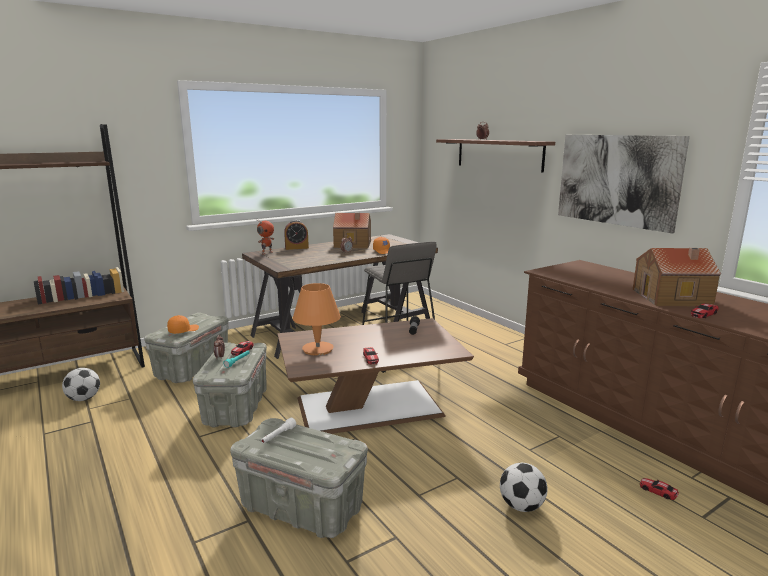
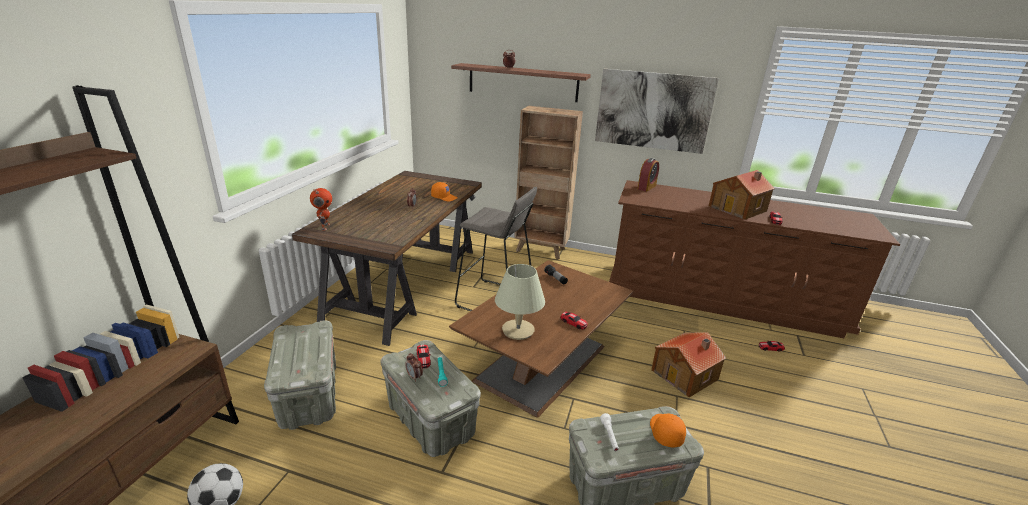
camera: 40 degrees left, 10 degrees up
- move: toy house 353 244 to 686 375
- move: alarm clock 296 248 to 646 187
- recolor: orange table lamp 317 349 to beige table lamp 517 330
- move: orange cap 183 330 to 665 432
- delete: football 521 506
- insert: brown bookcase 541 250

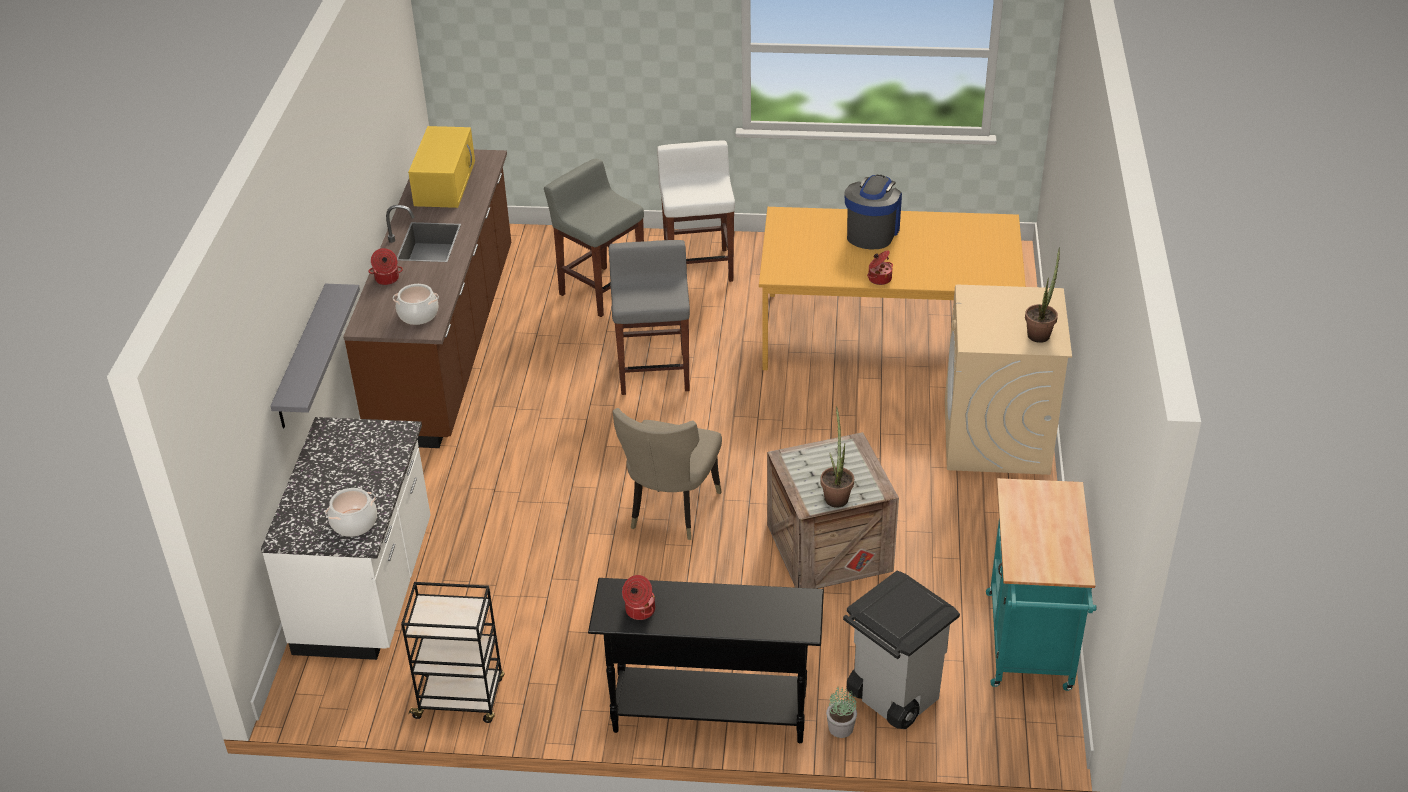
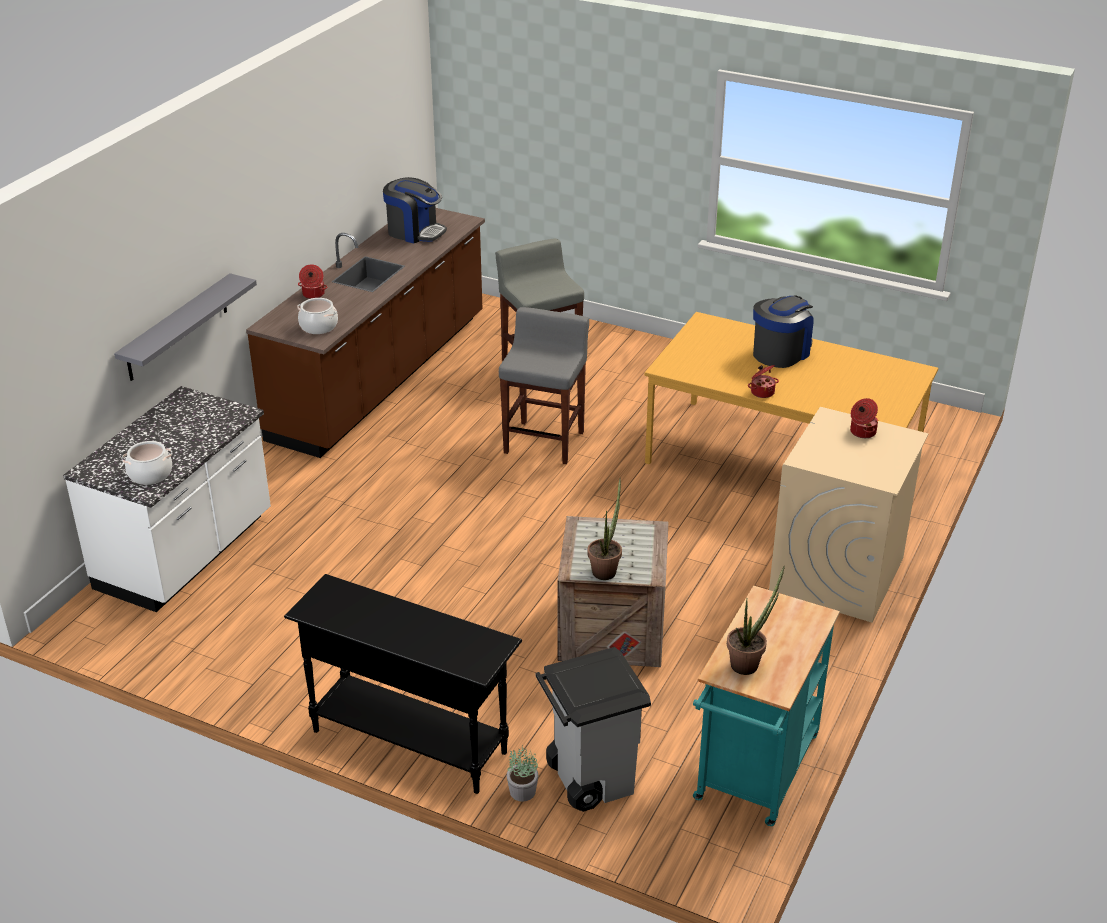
camera: 20 degrees right, 5 degrees down
- replace: yellow microwave 444 182 to coffee machine 415 232
- delete: white stool 698 266
- move: potted plant 1040 333 to 748 662
- delete: beige chair 670 511
- move: cooking pot 639 610 to 862 432
- delete: black cart 461 698

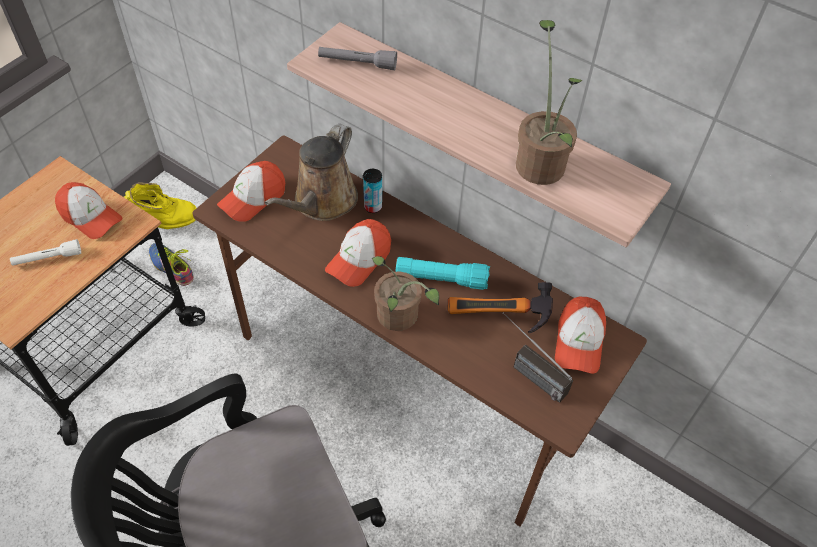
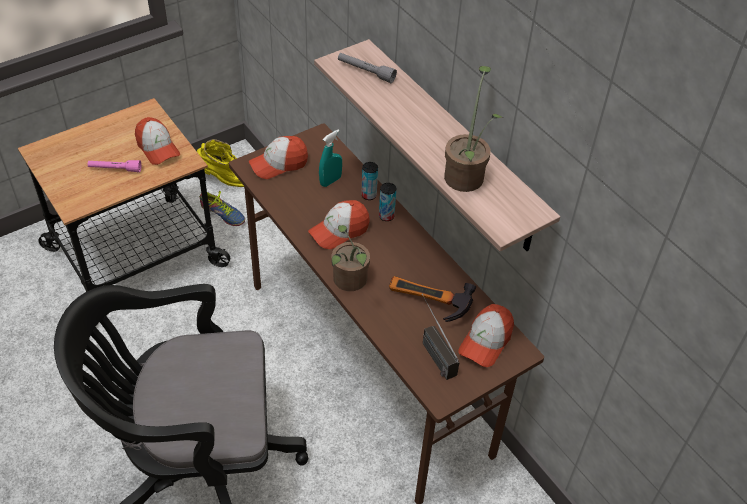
camera: 20 degrees right, 5 degrees down
- replace: brown watering can 322 202 to turquoise spray bottle 330 181
- recolor: white flashlight 48 258 to pink flashlight 115 169
- rotate: shoe 173 265 = 222 215 150 degrees clockwise
- delete: turquoise flashlight 441 279
- insert: can 386 216

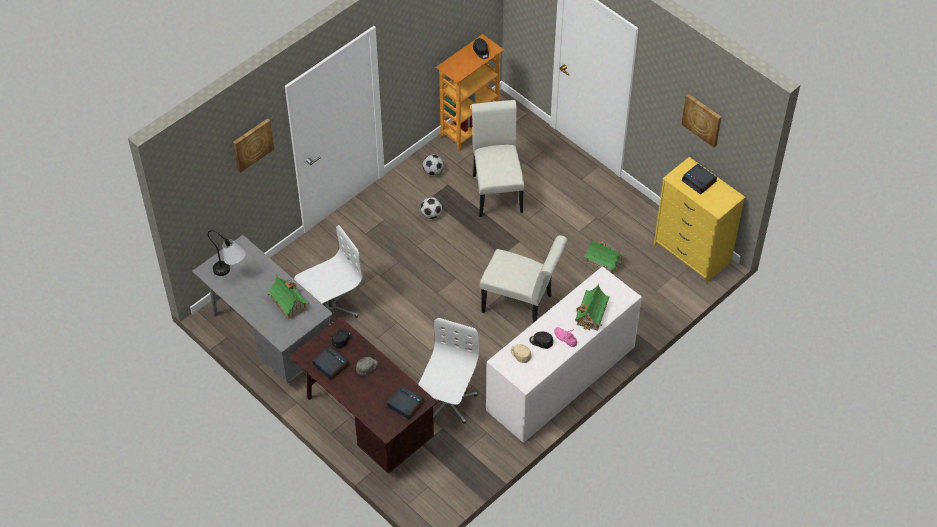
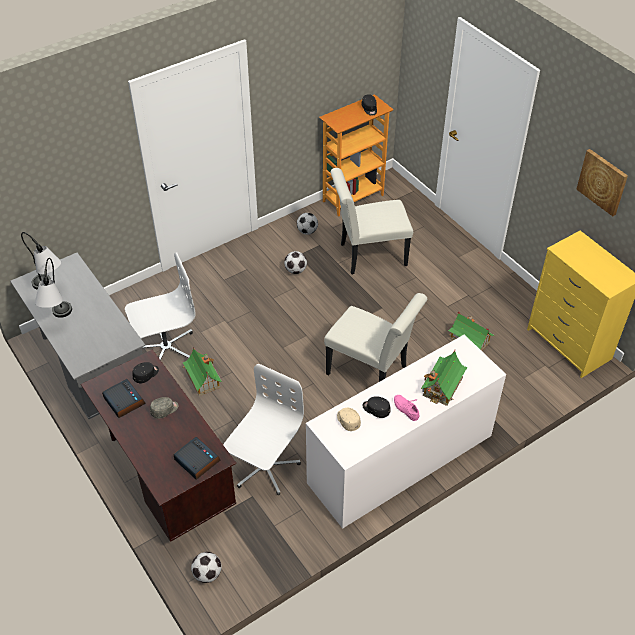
camera: 10 degrees right, 5 degrees down
- rotate: white chair 496 189 = 368 255 105 degrees counterclockwise
- delete: picture 252 144
- delete: alarm clock 699 181
- move: toy house 288 303 to 203 379
- insert: table lamp 58 320
- insert: football 207 574

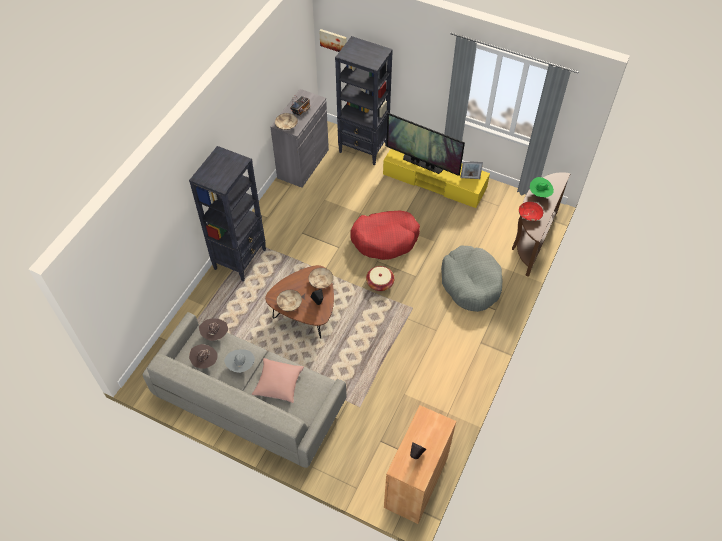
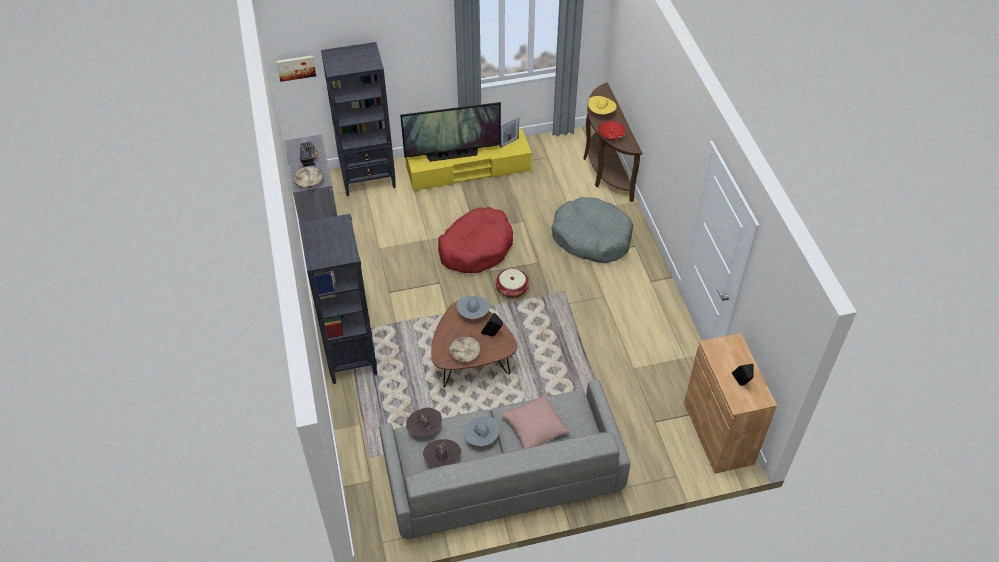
camera: 40 degrees left, 5 degrees down
- recolor: green hat 539 194 to yellow hat 601 113
- replace: beige bowl 321 281 to grey hat 473 314

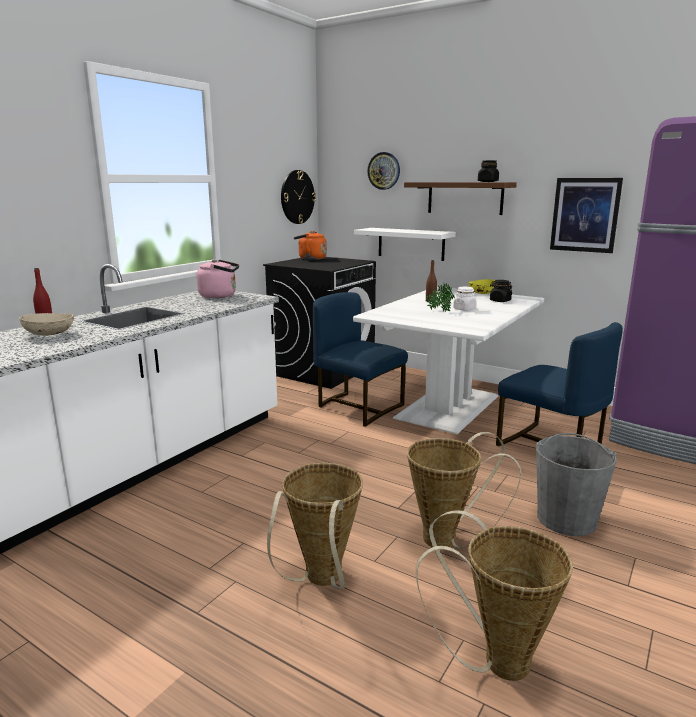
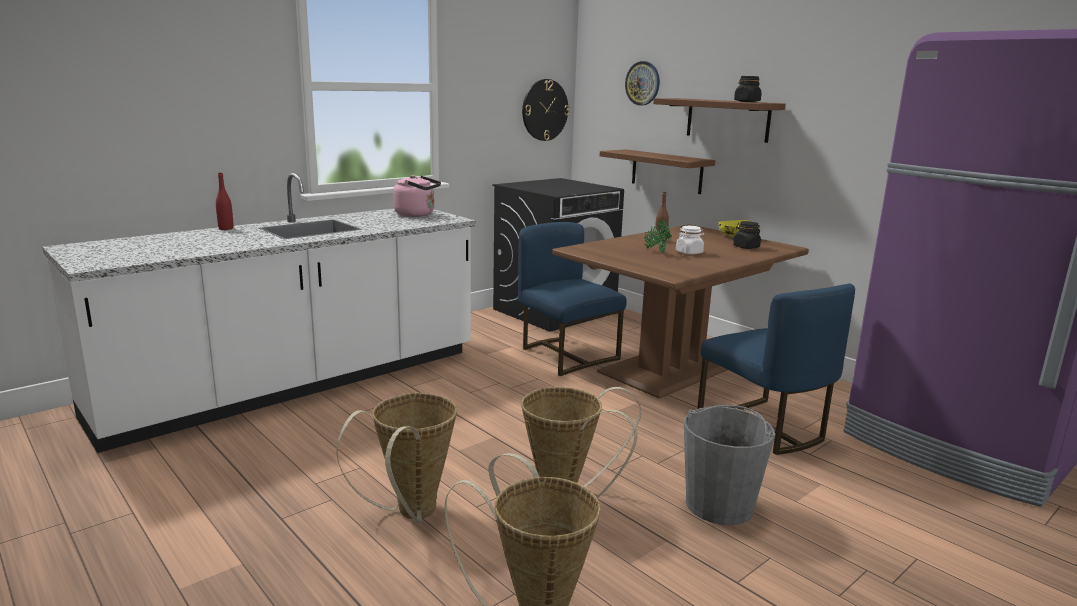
camera: 15 degrees right, 0 degrees up
- delete: picture 585 215
- recolor: white shelf 411 244 to brown shelf 666 171
- delete: orange kettle 310 259
- recolor: white dining table 449 407 to brown dining table 672 368
- delete: beige bowl 50 334

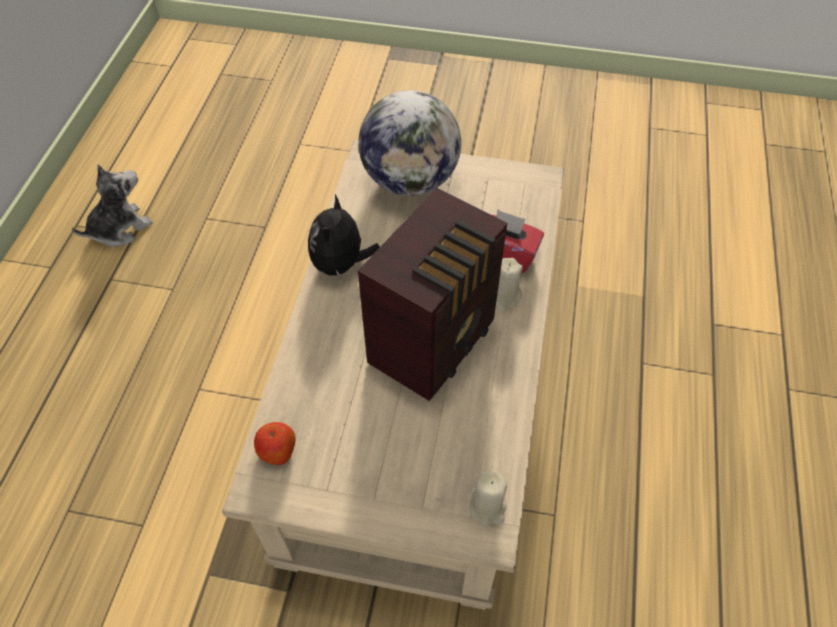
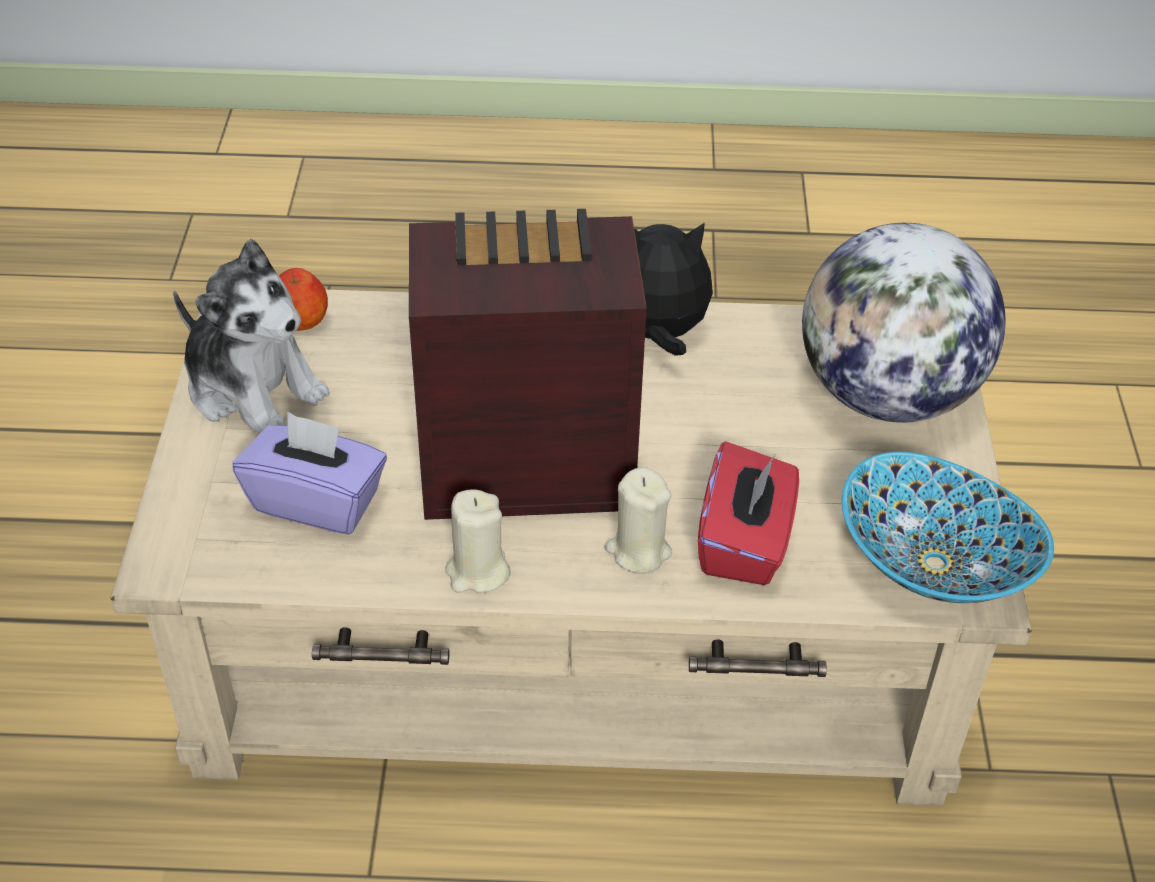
camera: 80 degrees right, 10 degrees down
- move: plush toy 120 228 to 253 389
- rotate: radio 435 341 = 521 466 150 degrees clockwise
- move: beige candle 488 507 to 477 572
- insert: purple tissue box 317 501
- insert: bowl 935 563

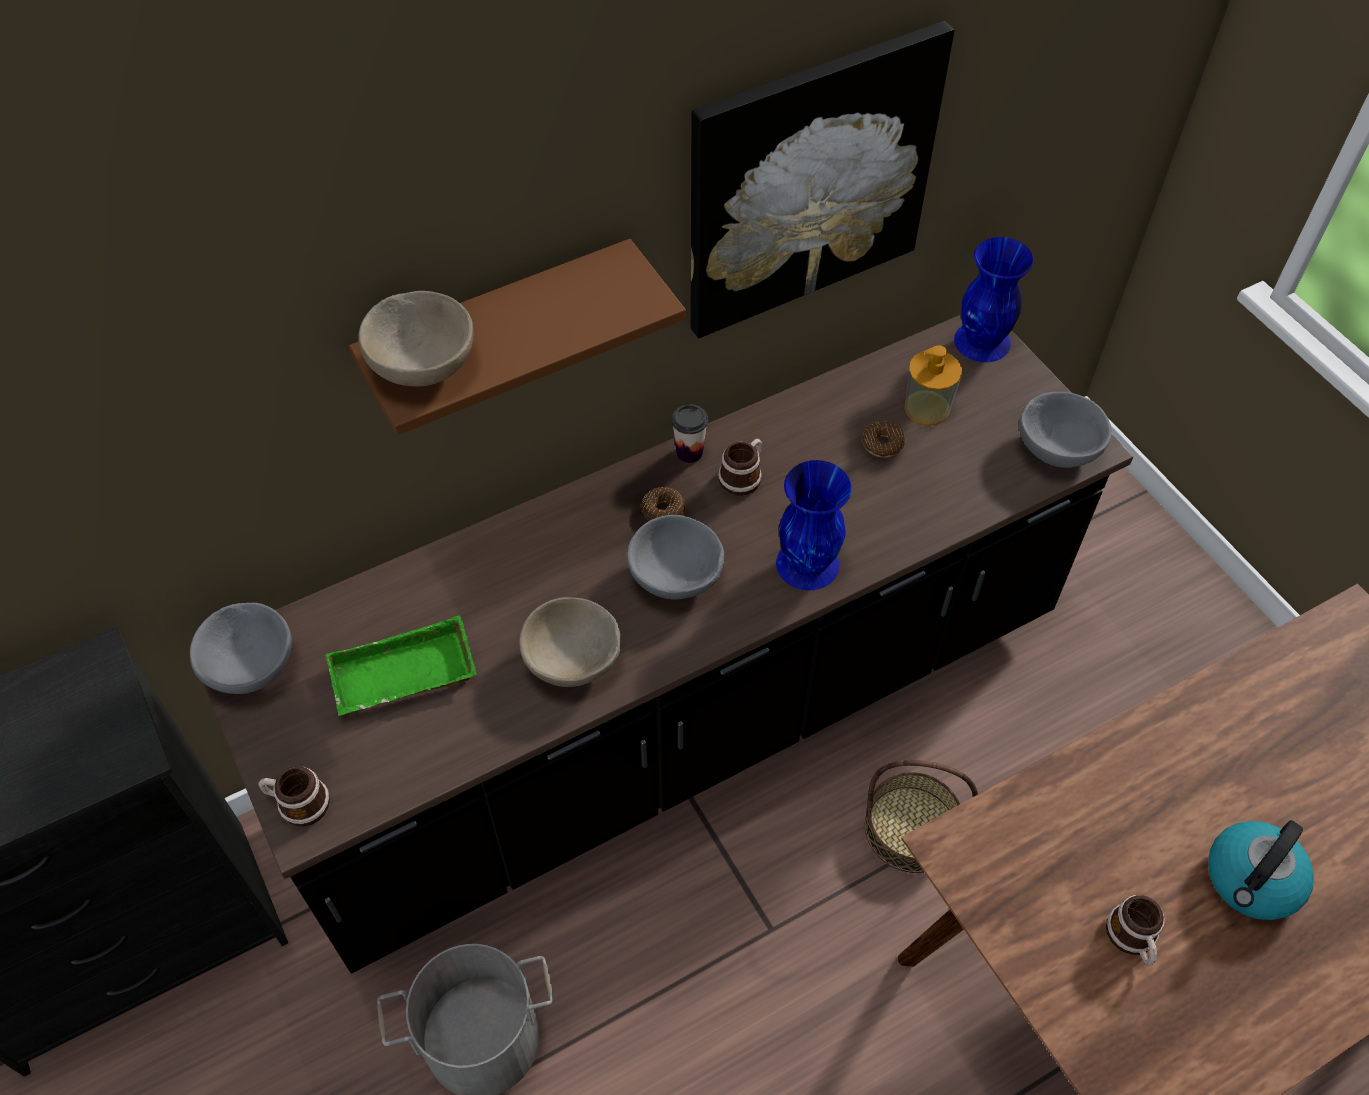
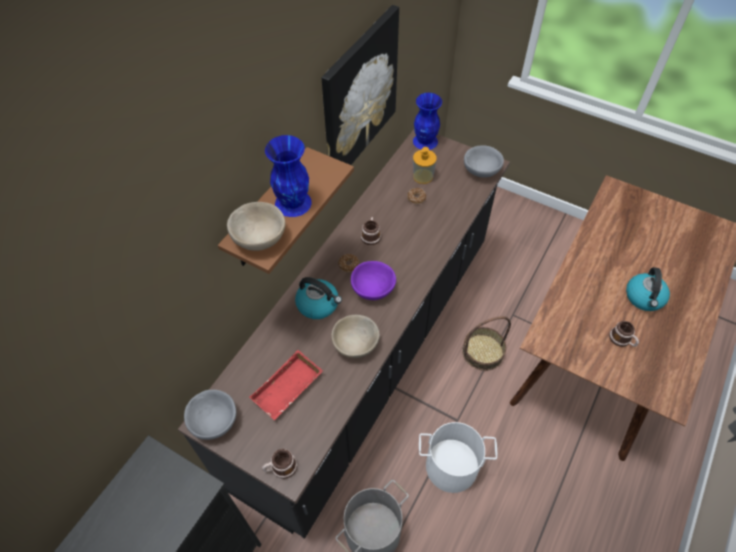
camera: 30 degrees left, 0 degrees up
- delete: cup 689 452
- move: blue vase 808 563 to 293 202
- recolor: grey bowl 674 577 to purple bowl 373 289
- recolor: green tray 402 677 to red tray 288 389
- insert: kettle 318 304
- insert: white bucket 451 465

